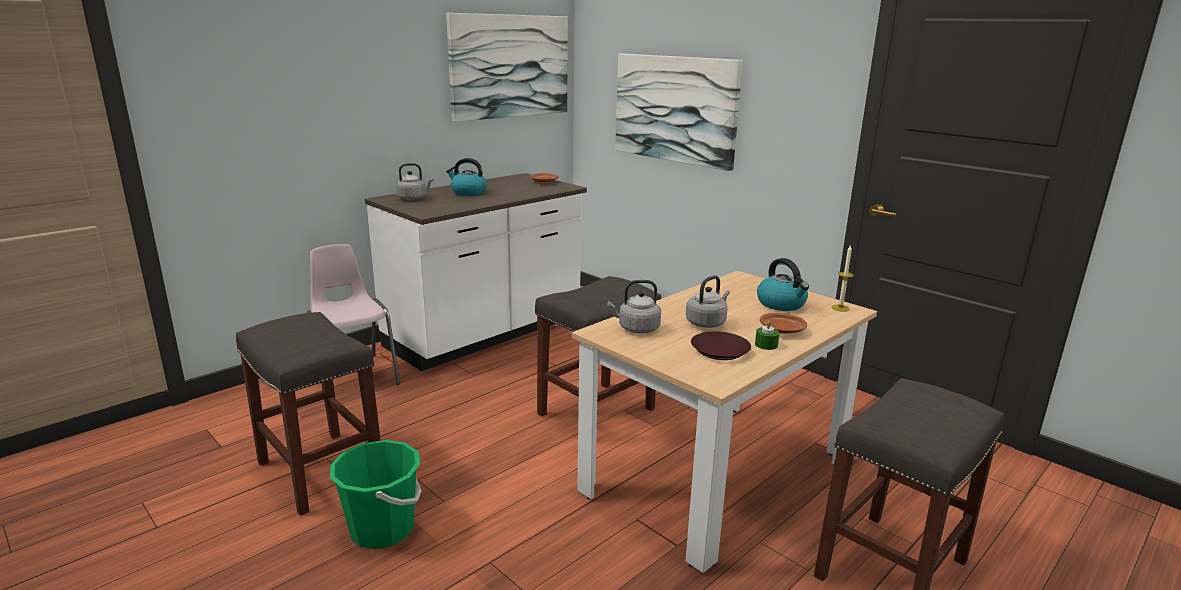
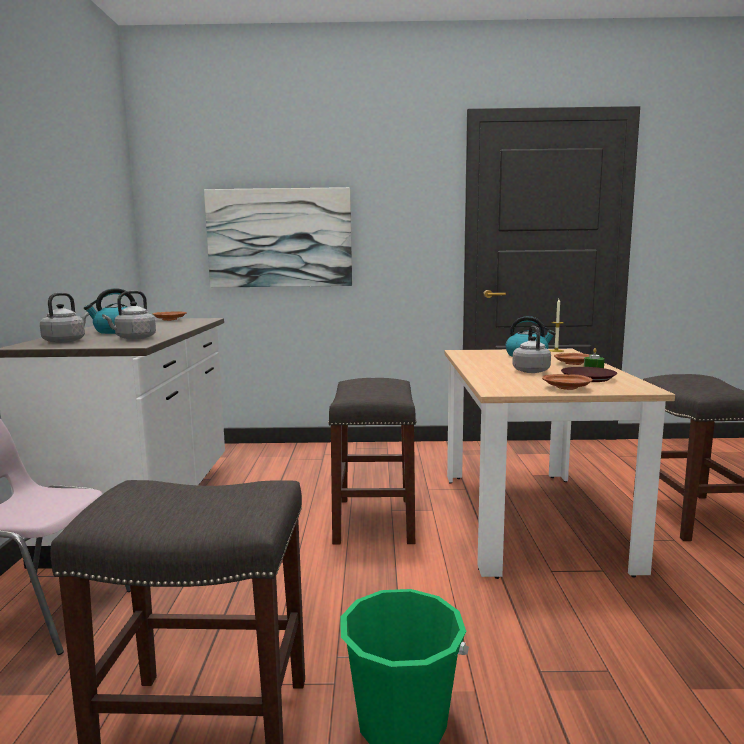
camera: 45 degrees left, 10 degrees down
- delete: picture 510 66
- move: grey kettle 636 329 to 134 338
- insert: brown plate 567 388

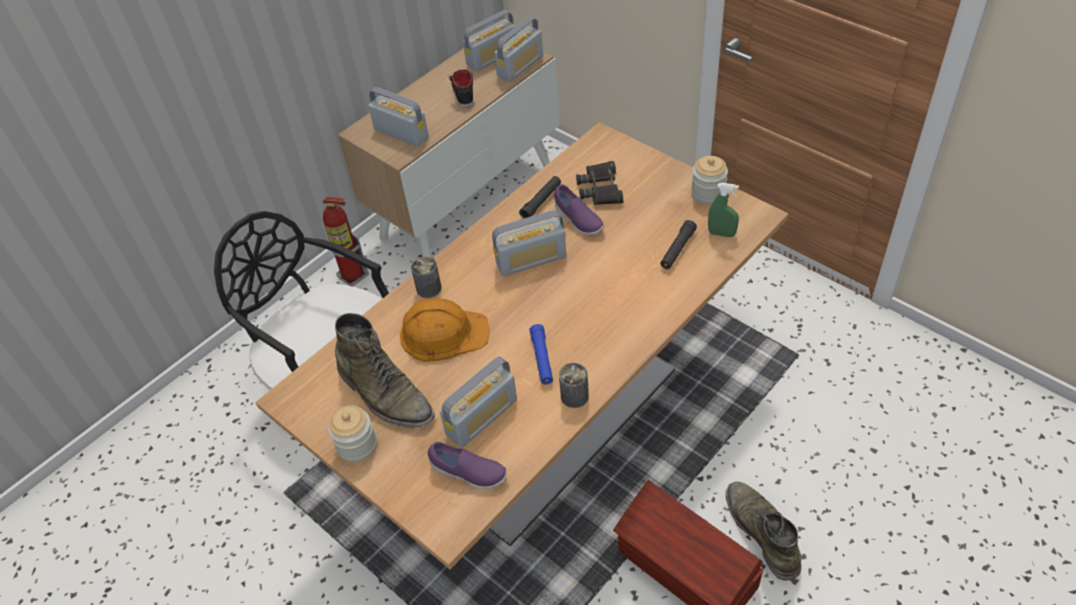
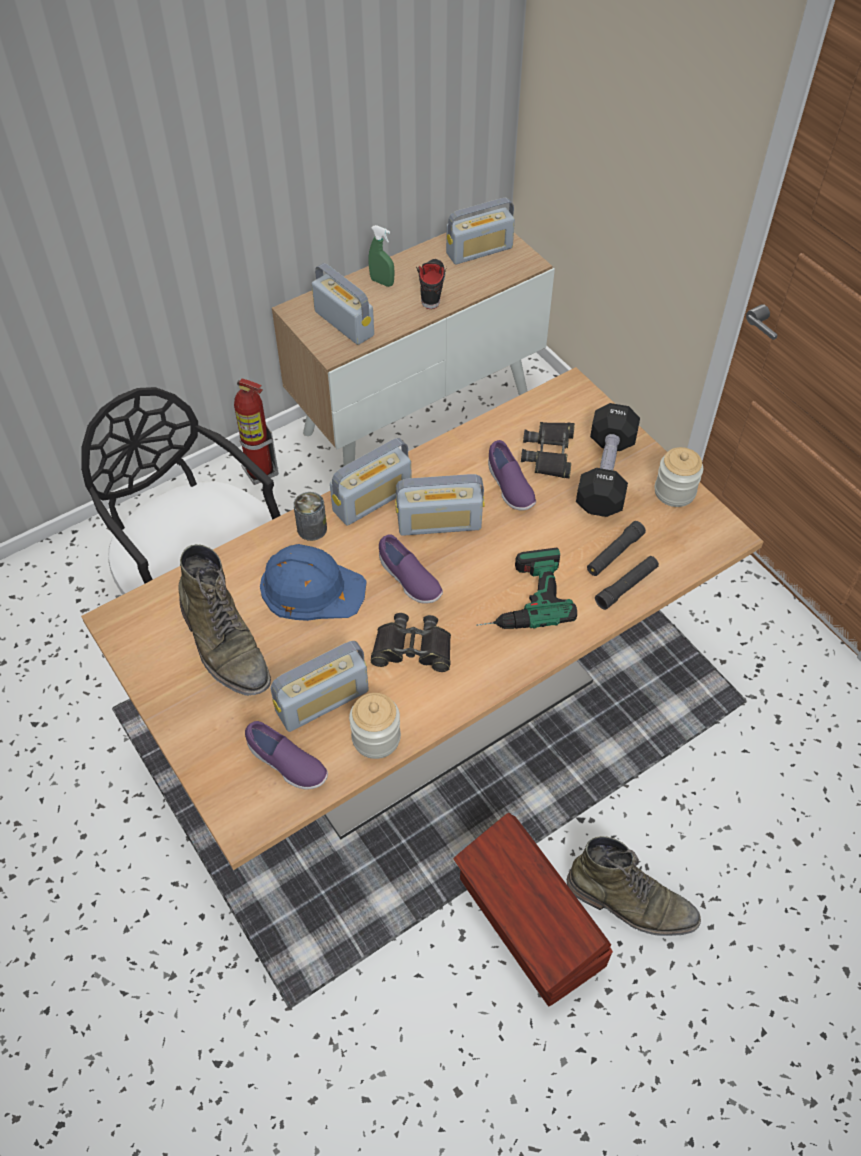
camera: 10 degrees right, 5 degrees up
- move: radio 520 66 to 372 500
- move: black flashlight 541 201 to 626 586
- move: green spray bottle 721 233 to 382 282
- recolor: orange hard hat 443 333 to blue hard hat 311 588
- replace: blue flashlight 542 359 to black binoculars 412 649
- delete: can 574 396
- move: jar 357 445 to 376 738
- rotate: green boot 762 532 = 631 902 120 degrees clockwise
- insert: black dumbbell 605 474
- insert: purple shoe 409 580
- insert: power drill 519 598

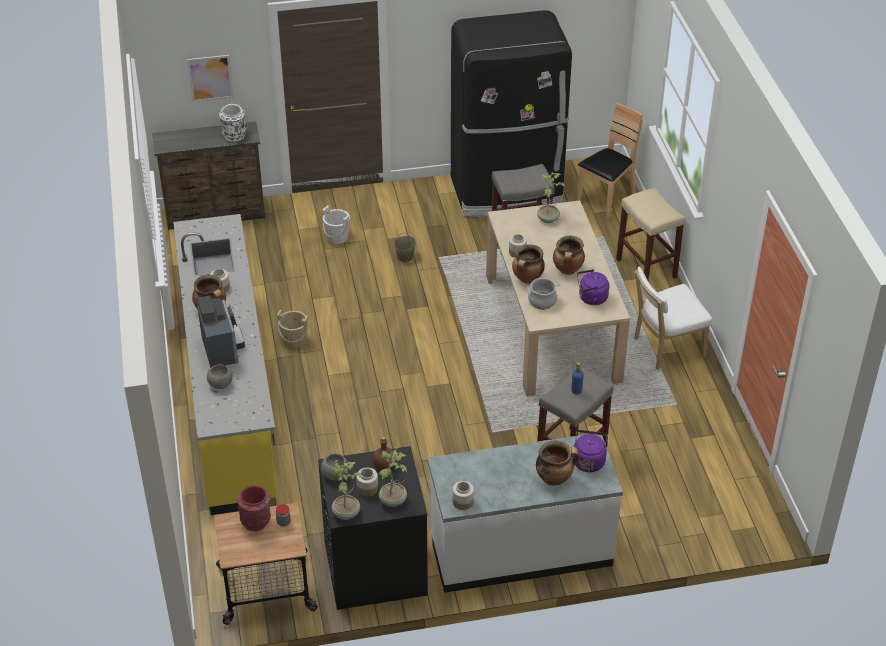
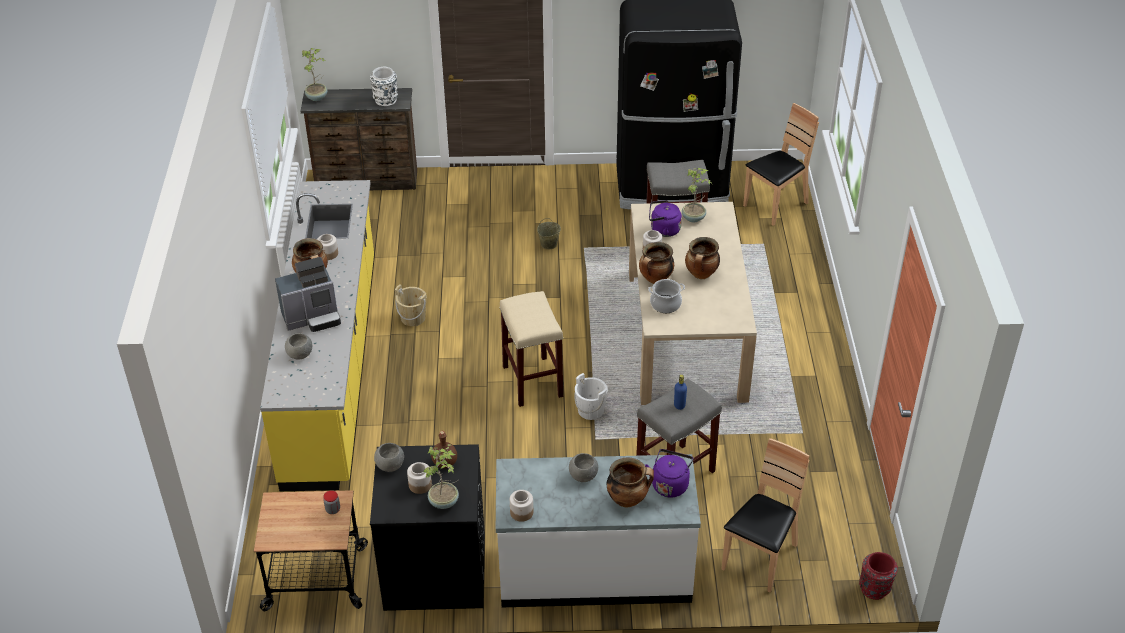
camera: 10 degrees right, 0 degrees up
- delete: picture 210 78
- move: beige stool 647 269 to 533 382
- move: white bucket 337 237 to 590 410
- delete: white chair 665 348
- move: purple kettle 591 298 to 663 230
- rotate: coffee machine 223 349 = 312 317 75 degrees clockwise
- move: potted plant 346 513 to 317 97
- move: red vase 256 521 to 875 589
- insert: brown chair 760 558
- insert: grey bowl 583 475

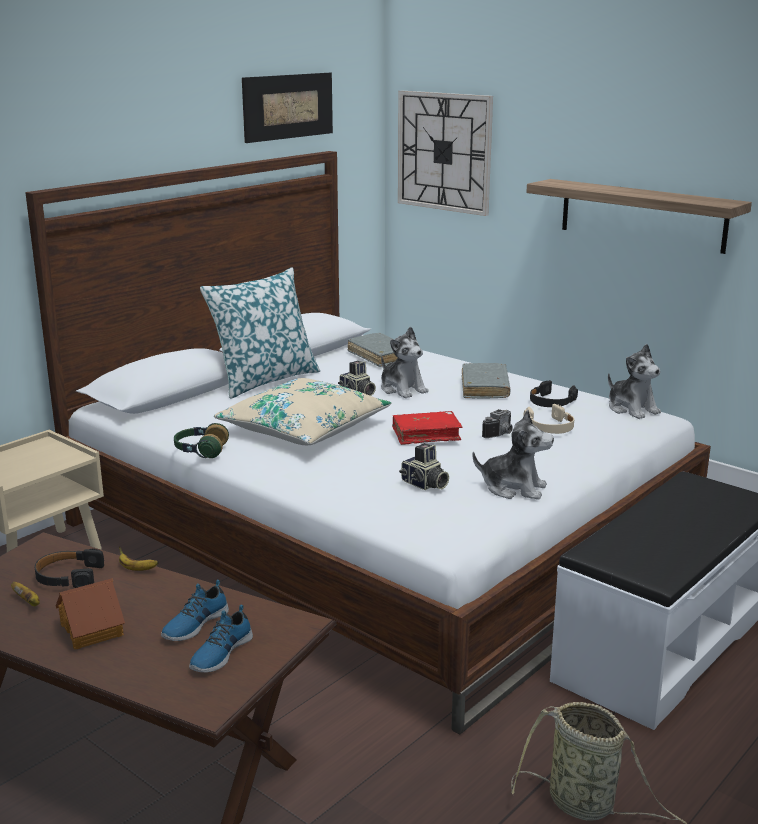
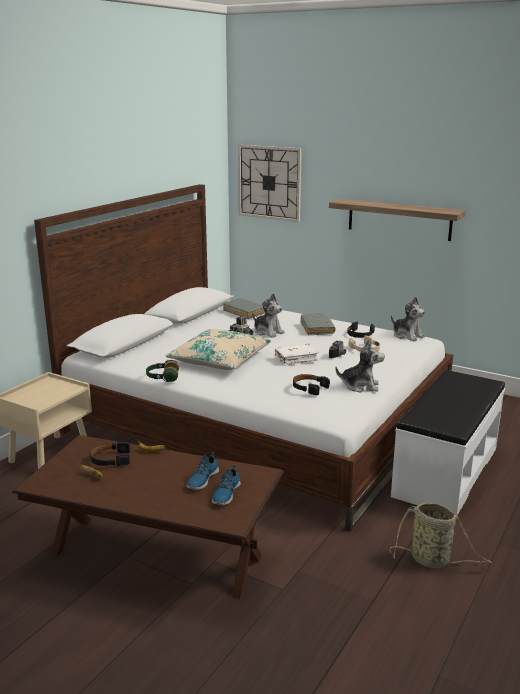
camera: 10 degrees left, 0 degrees up
- delete: picture 288 106
- delete: pillow 264 380
- recolor: red book 426 435 to white book 296 359
- replace: photo camera 424 484 to black headphones 309 388
- delete: toy house 92 629

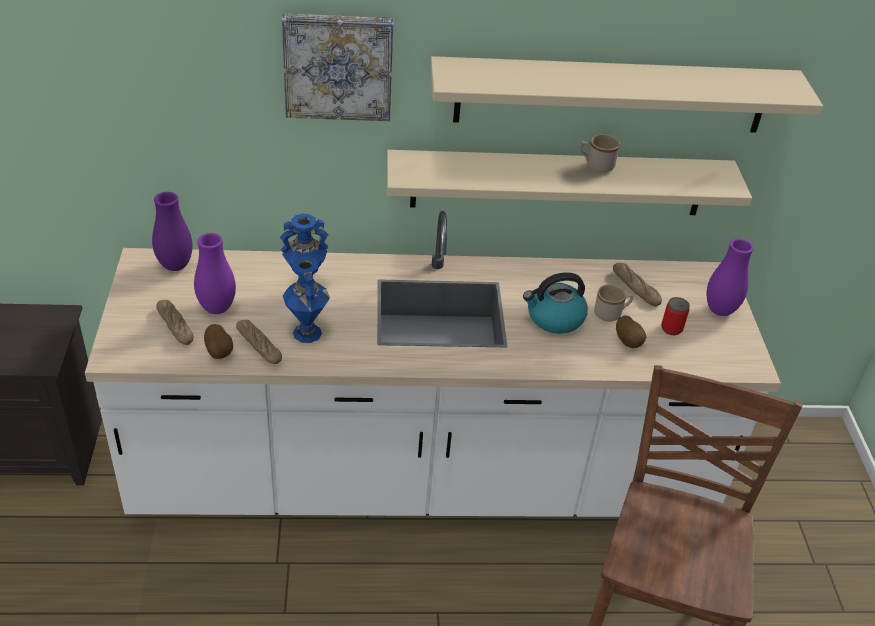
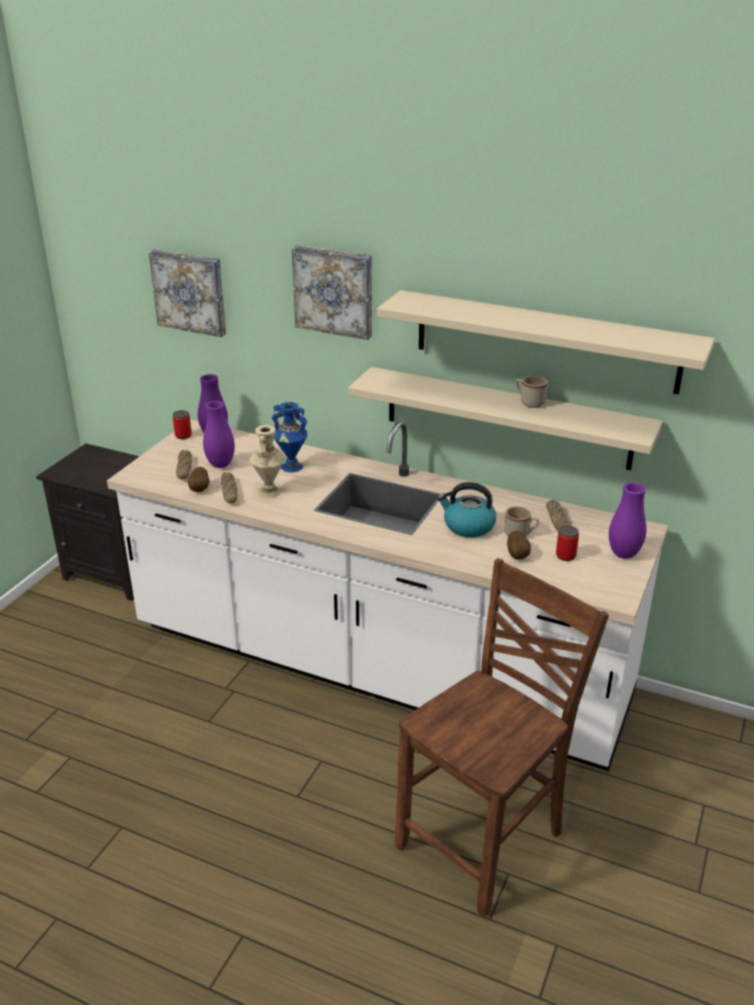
camera: 30 degrees right, 10 degrees down
- recolor: blue vase 306 332 to beige vase 269 492
- insert: picture 190 291
- insert: can 183 435

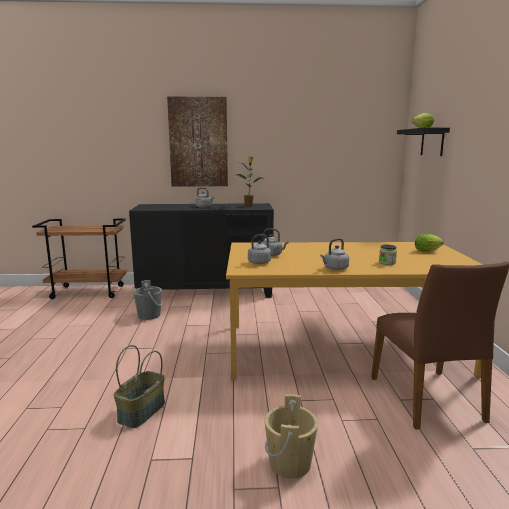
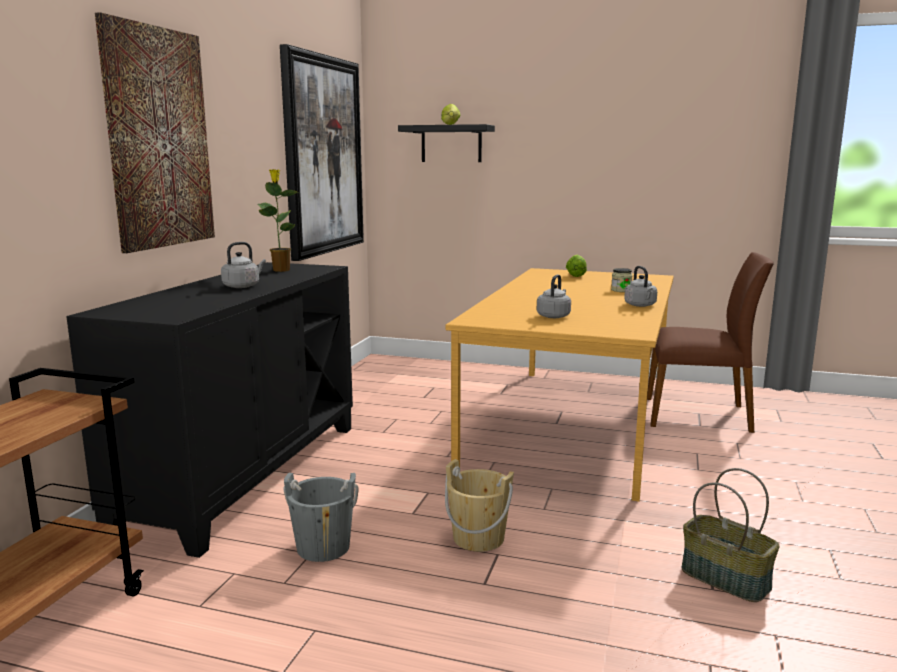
camera: 70 degrees left, 0 degrees up
- delete: grey kettle 261 262
- move: beige bucket 290 463 to 478 538
- insert: picture 323 156

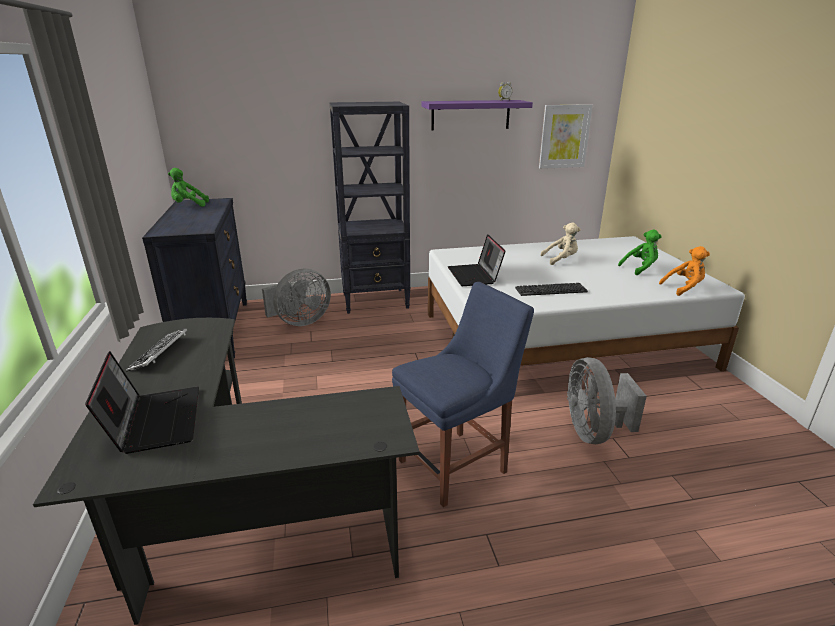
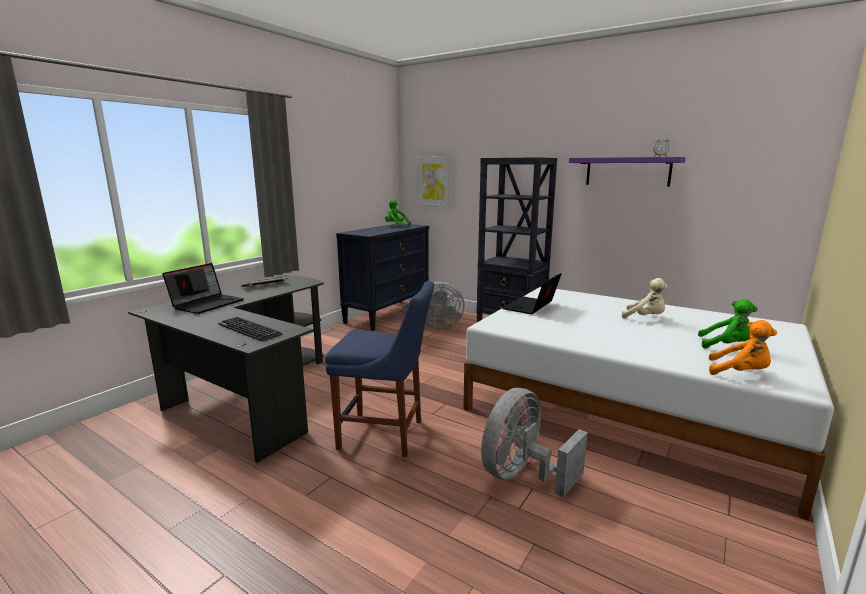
camera: 45 degrees right, 10 degrees down
- move: picture 564 136 to 434 181
- move: keyboard 551 290 to 249 329

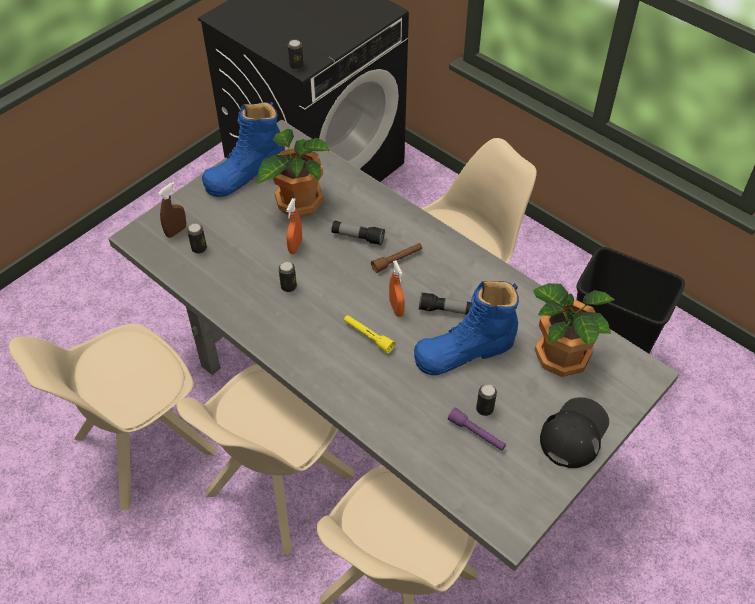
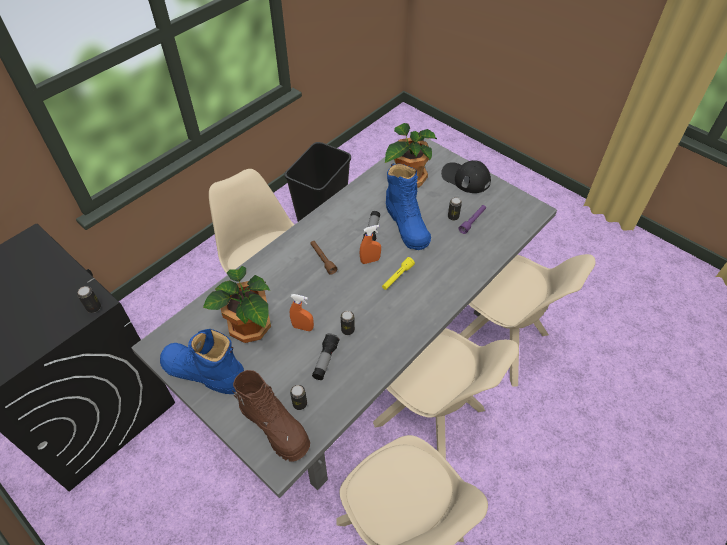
camera: 90 degrees left, 0 degrees up
- rotate: blue boot 245 173 = 204 372 150 degrees clockwise
- replace: brown spray bottle 176 231 to brown boot 275 427
- move: flashlight 357 237 to 325 360

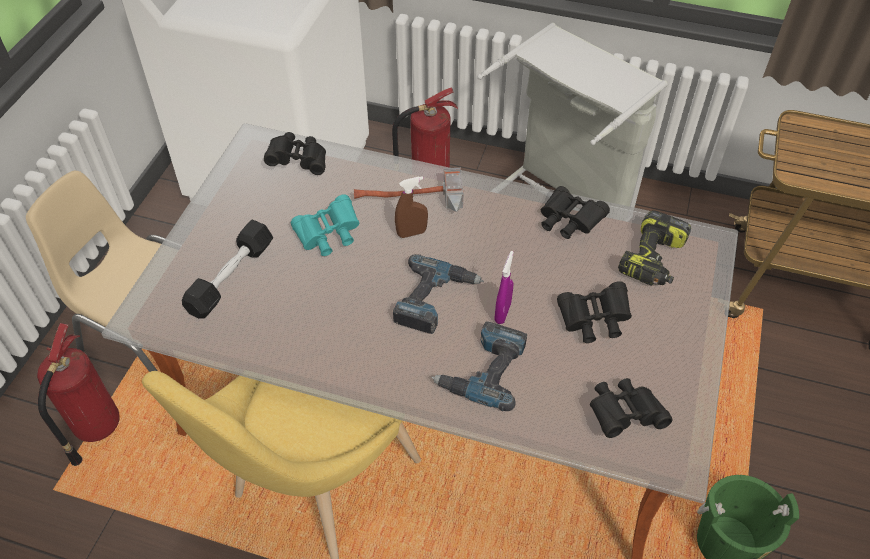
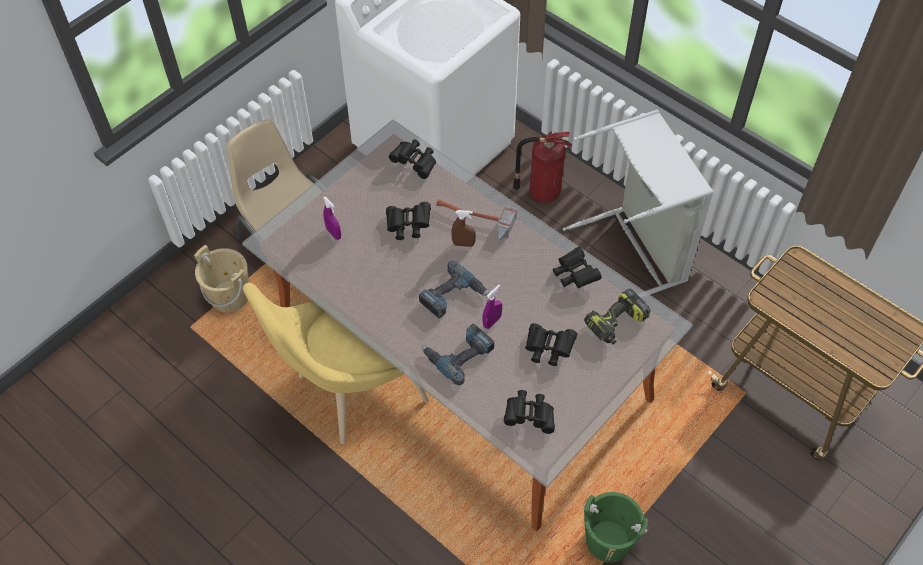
camera: 25 degrees right, 5 degrees up
- recolor: turquoise binoculars 328 236 to black binoculars 408 226
- replace: black dumbbell 231 277 to purple spray bottle 333 233
- replace: fire extinguisher 95 428 to beige bucket 229 296

